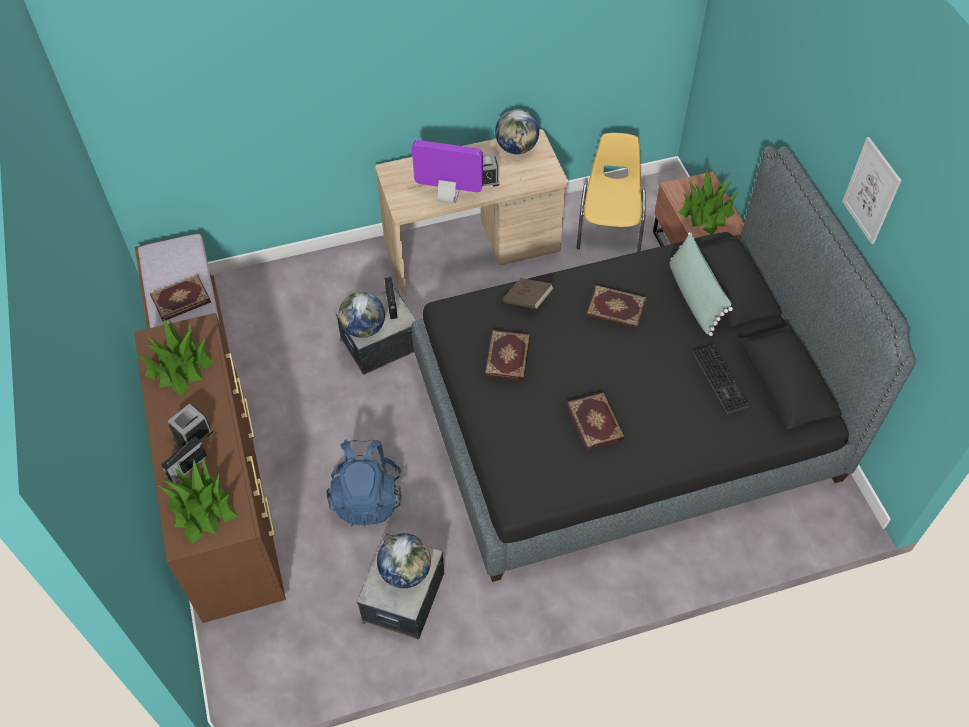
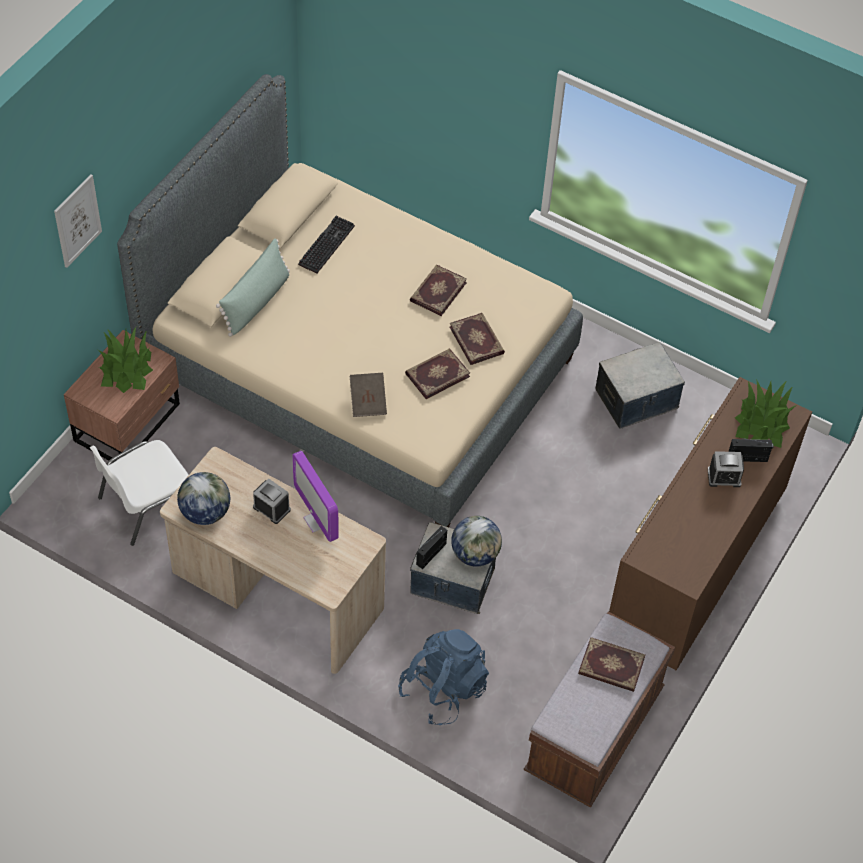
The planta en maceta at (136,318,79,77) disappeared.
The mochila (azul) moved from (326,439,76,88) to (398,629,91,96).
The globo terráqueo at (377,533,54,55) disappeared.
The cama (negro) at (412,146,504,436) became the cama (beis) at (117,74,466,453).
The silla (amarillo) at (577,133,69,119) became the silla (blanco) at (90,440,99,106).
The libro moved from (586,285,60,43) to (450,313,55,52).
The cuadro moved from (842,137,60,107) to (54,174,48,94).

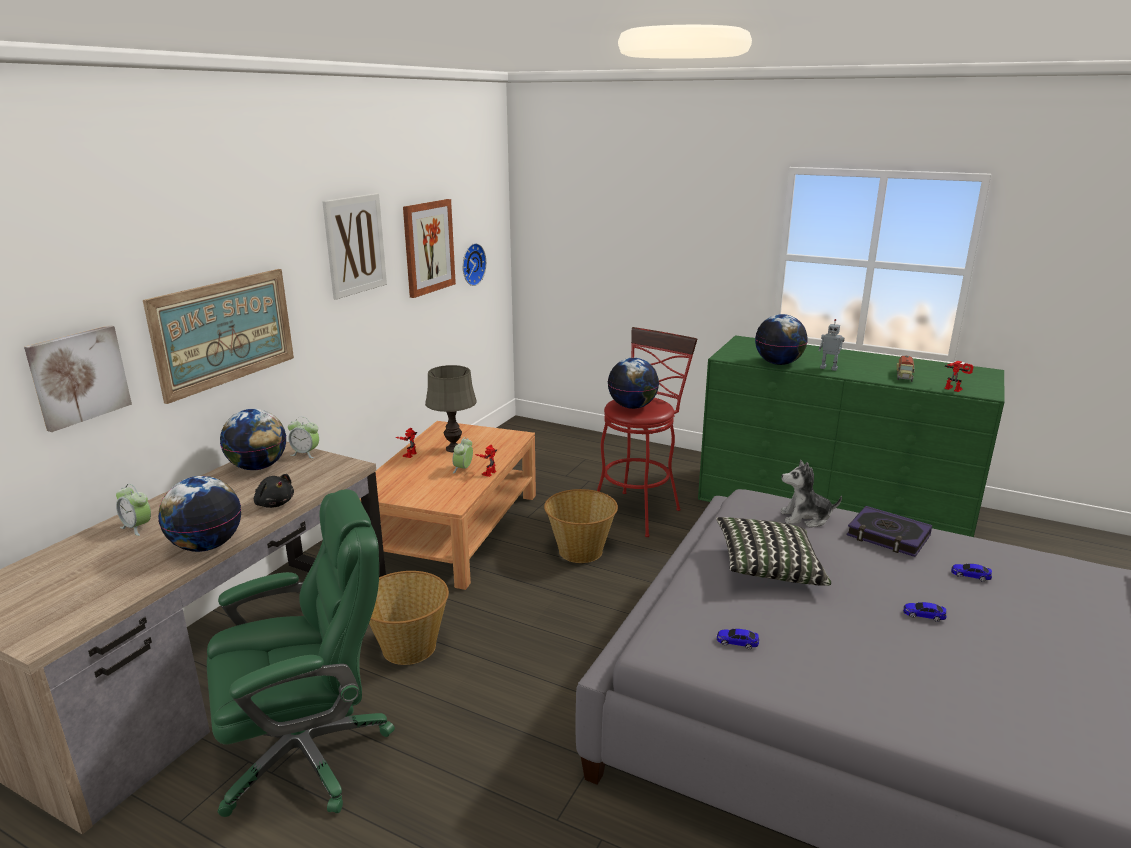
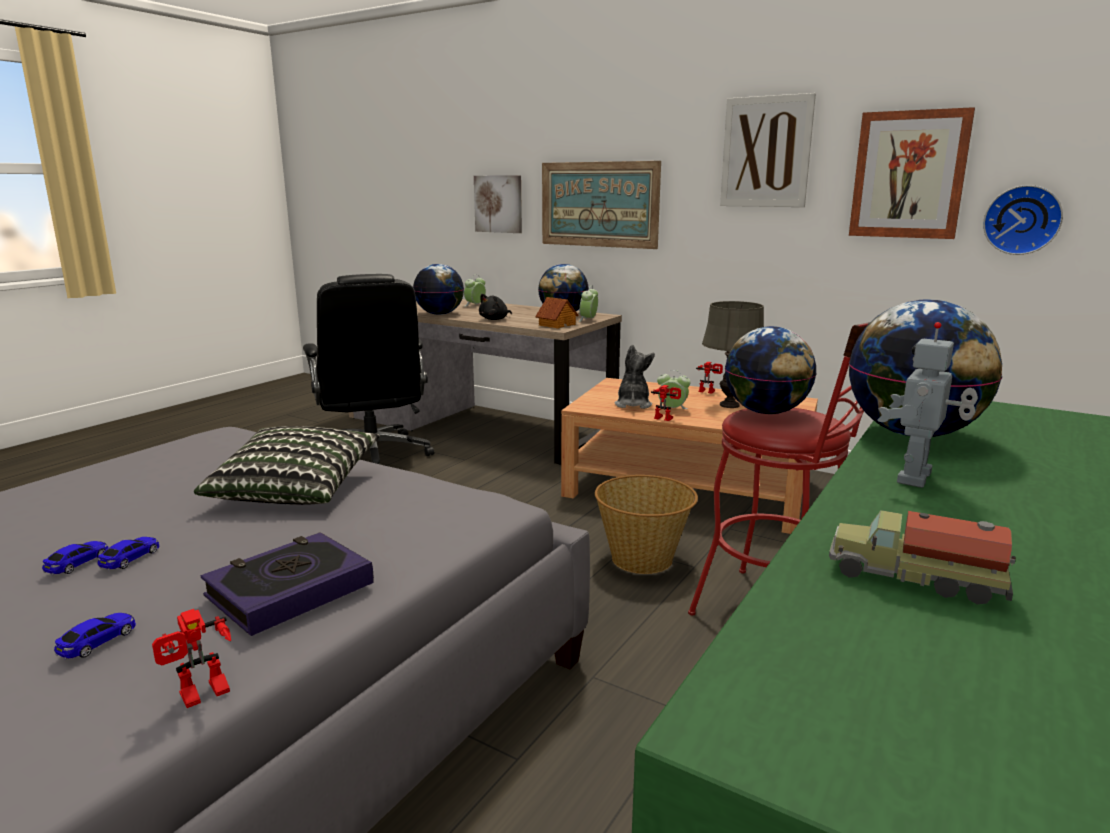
The silla de oficina (verde) at (207,489,188,328) became the silla de oficina (negro) at (303,274,131,190).
The cesta at (369,571,80,94) disappeared.
The coche de juguete moved from (716,628,43,21) to (98,537,61,33).
The peluche moved from (780,460,62,67) to (614,345,41,64).
The robot de juguete moved from (944,361,30,31) to (152,609,79,99).
The casita at (535,297,43,31) appeared.

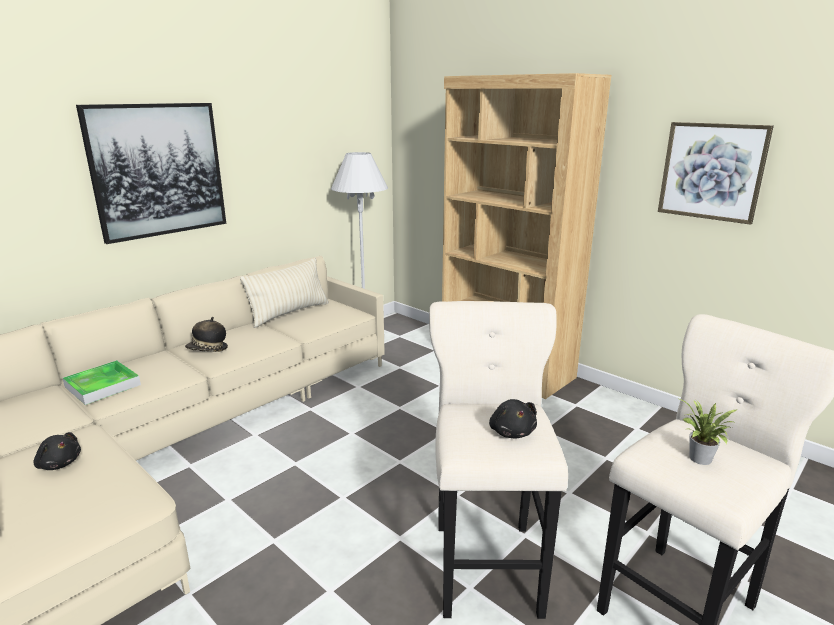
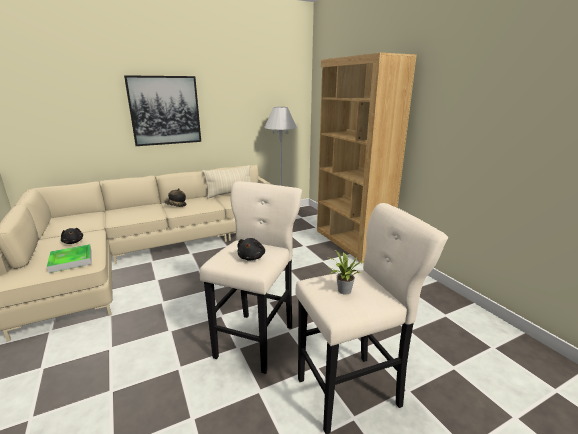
The bandeja moved from (63,360,78,45) to (47,244,45,29).
The cuadro at (658,122,116,103) disappeared.

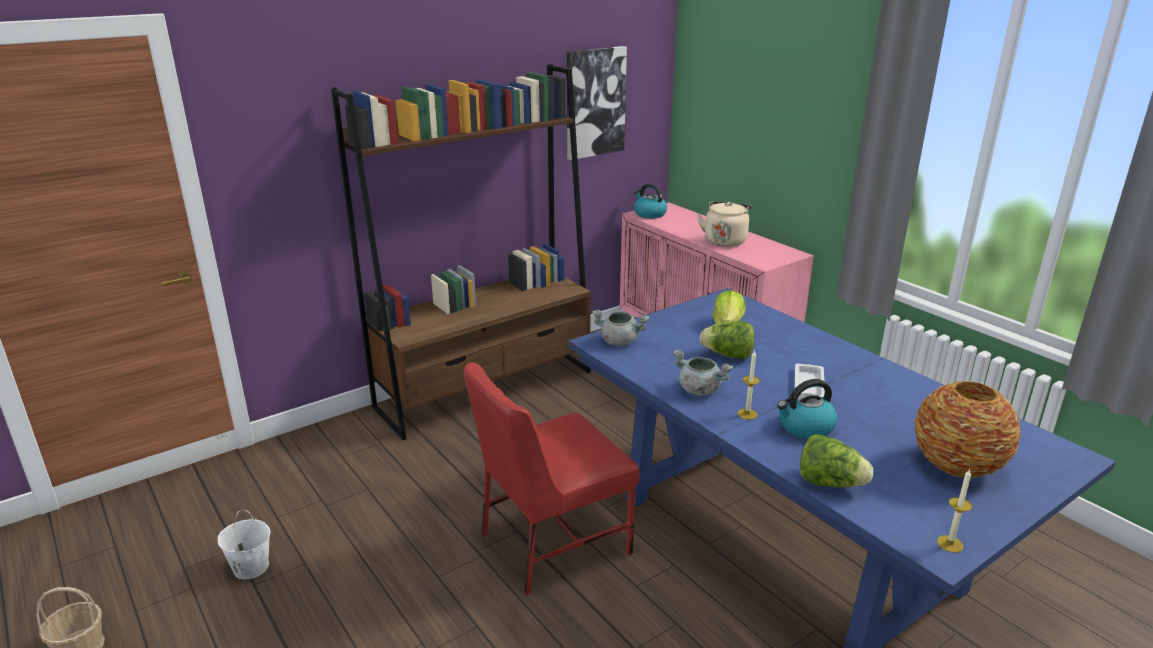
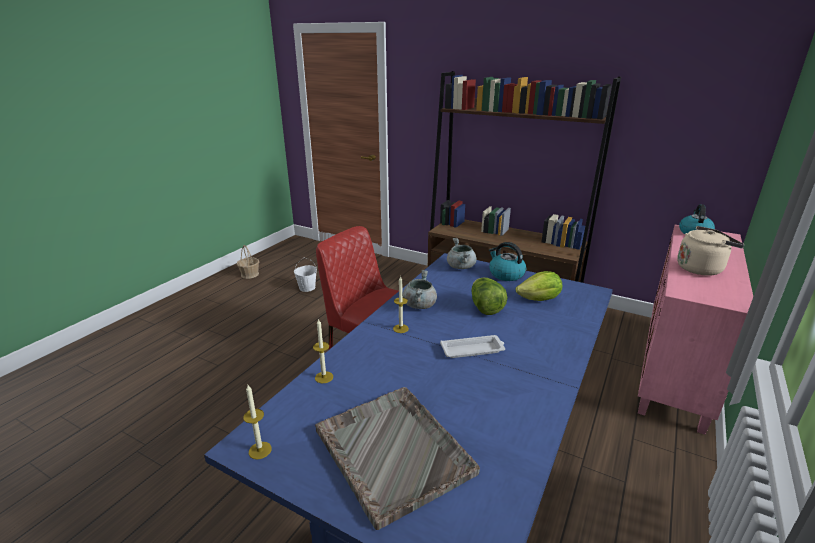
The cuadro at (567,46,60,114) disappeared.
The hervidor moved from (777,379,60,60) to (489,242,37,39).
The lechuga at (800,434,74,53) was replaced by the vela at (313,318,20,65).
The florero at (915,381,105,97) was replaced by the bandeja (gris) at (315,387,165,143).

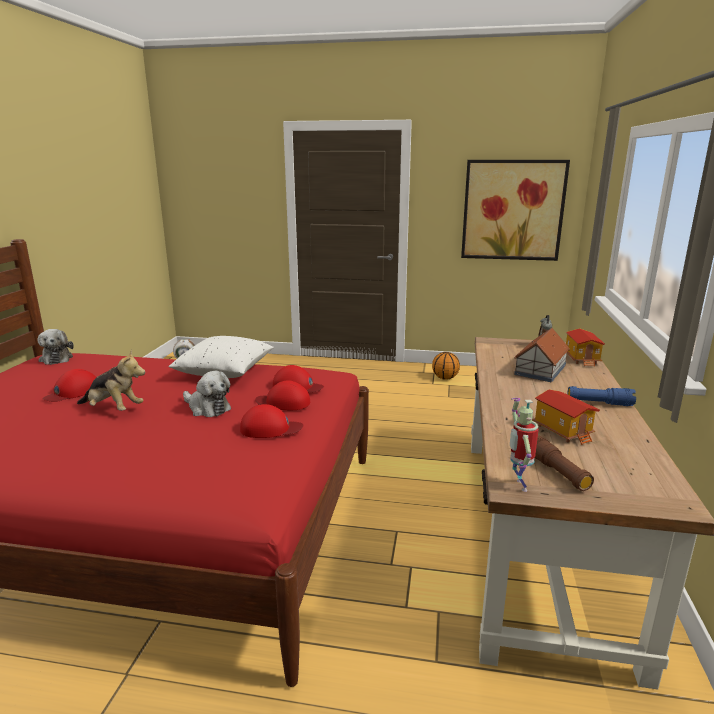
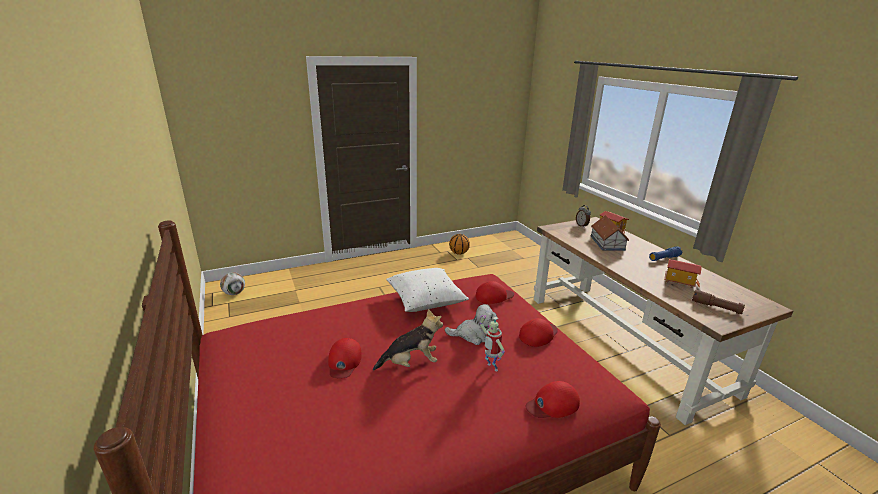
The peluche at (37,329,37,36) disappeared.
The gorra (rojo) moved from (255,380,55,30) to (525,381,55,37).
The cuadro at (461,160,109,101) disappeared.
The robot de juguete moved from (510,398,29,94) to (480,315,25,56).

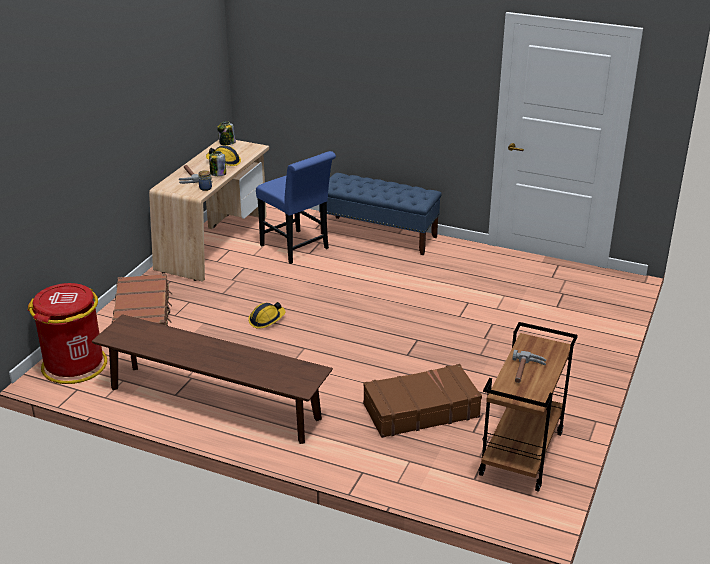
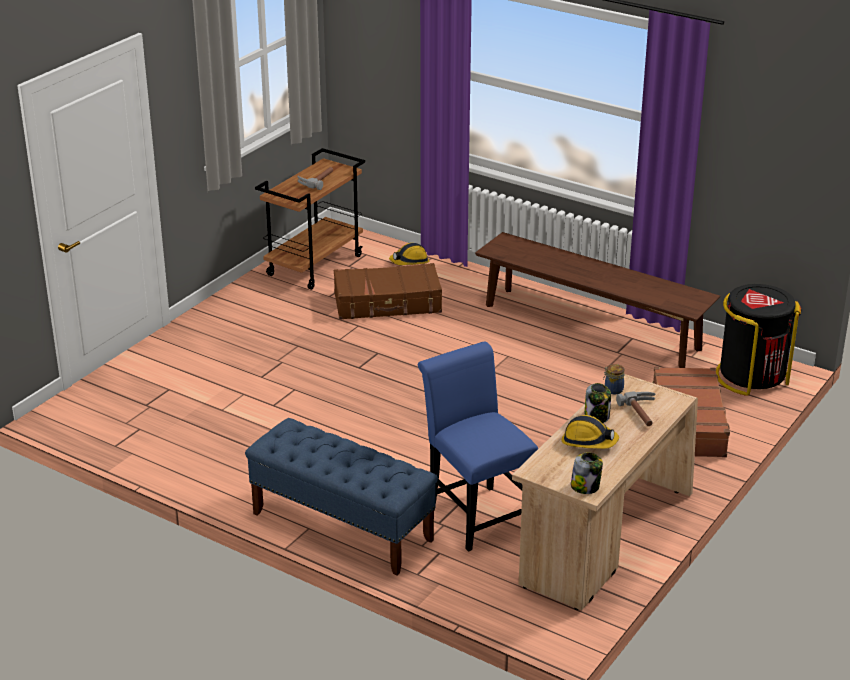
The papelera (rojo) at (28,283,79,101) became the papelera (negro) at (716,284,85,112).
The casco moved from (248,302,38,27) to (389,243,40,22).

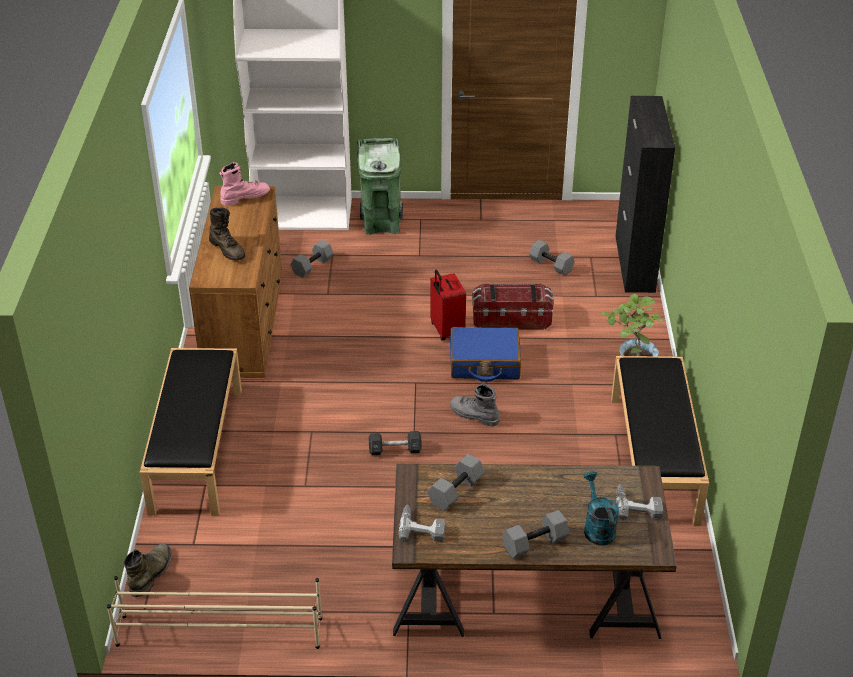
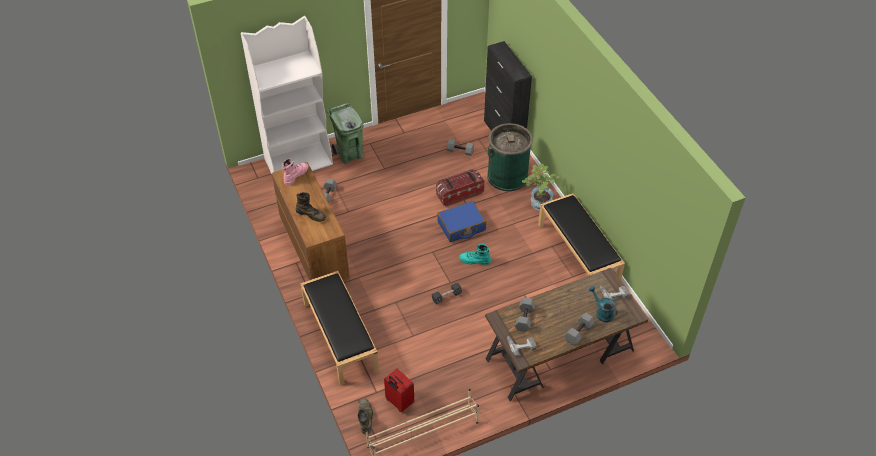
The maleta (rojo) moved from (430,270,36,71) to (384,369,30,43).
The bota (gris) at (450,383,50,44) became the bota (turquesa) at (459,244,32,21).
The papelera (verde) at (487,123,46,68) appeared.

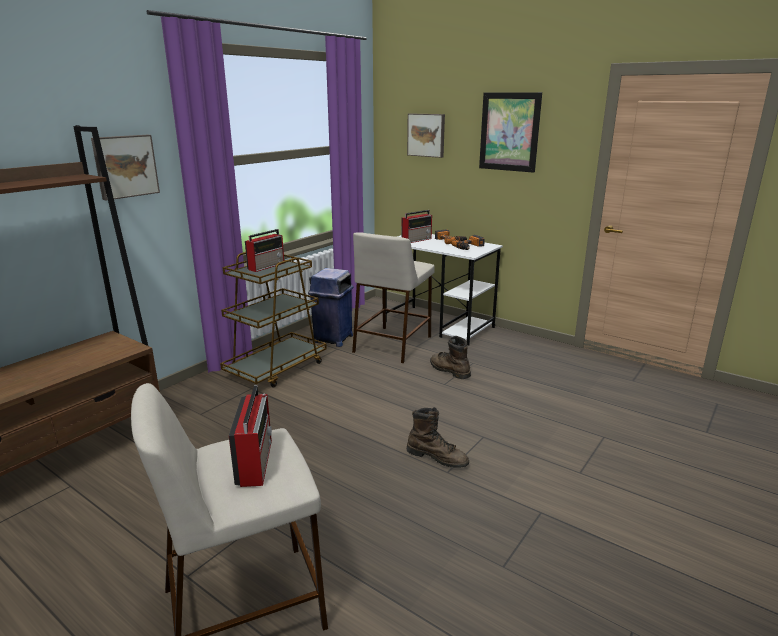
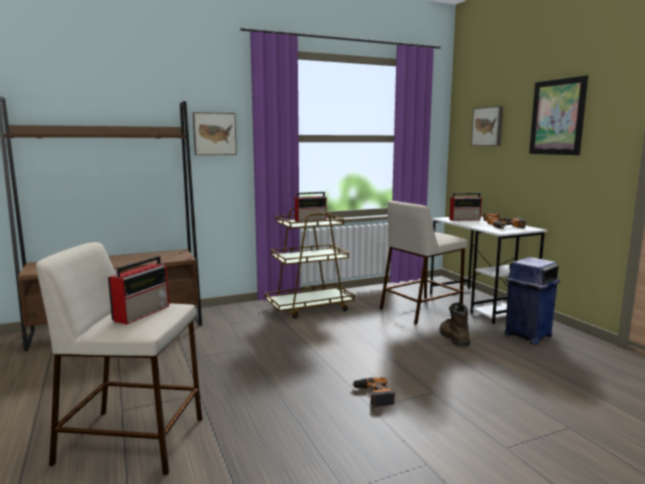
The papelera (azul) moved from (308,268,45,79) to (505,257,55,88).
The bota (marrón) at (407,407,62,61) was replaced by the taladro at (352,377,43,30).

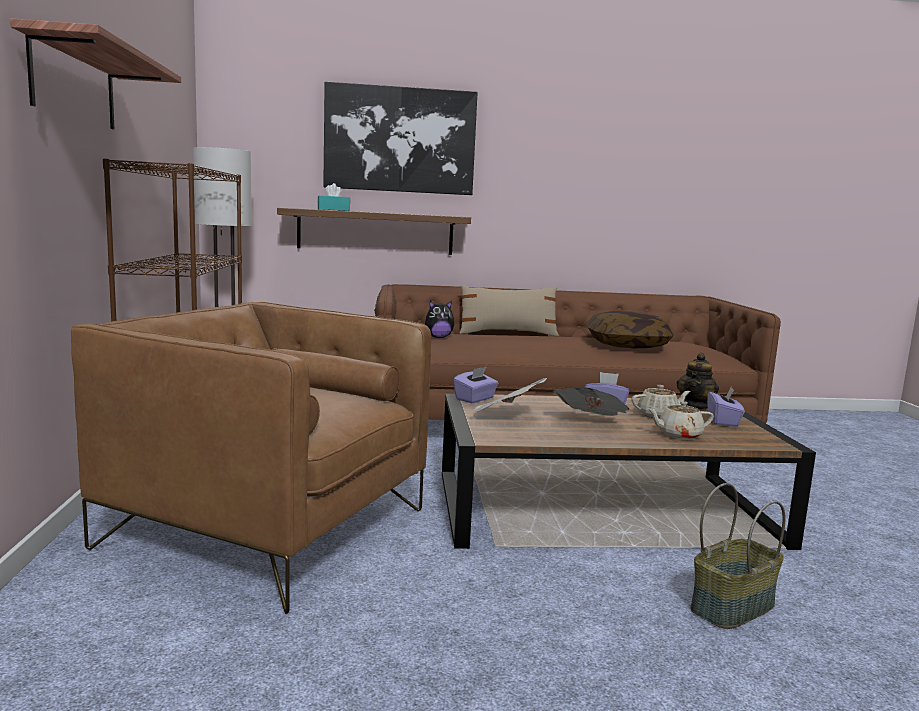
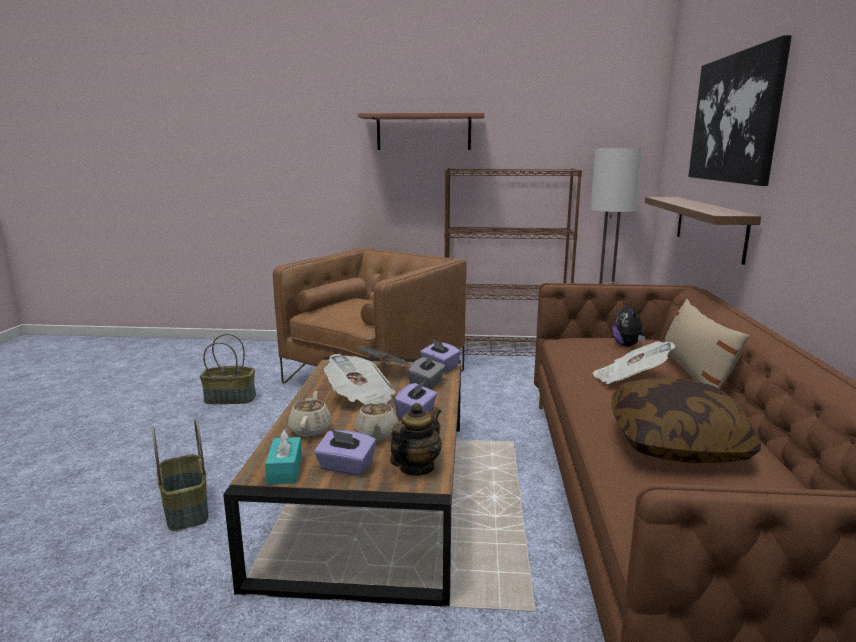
The caja de pañuelos (turquesa) moved from (318,183,32,28) to (265,429,37,56).
The tetera at (676,353,43,57) turned 90 degrees clockwise.
The cesta at (200,334,56,70) appeared.
The caja de pañuelos (gris) at (408,354,37,35) appeared.
The periódico at (593,341,82,43) appeared.

